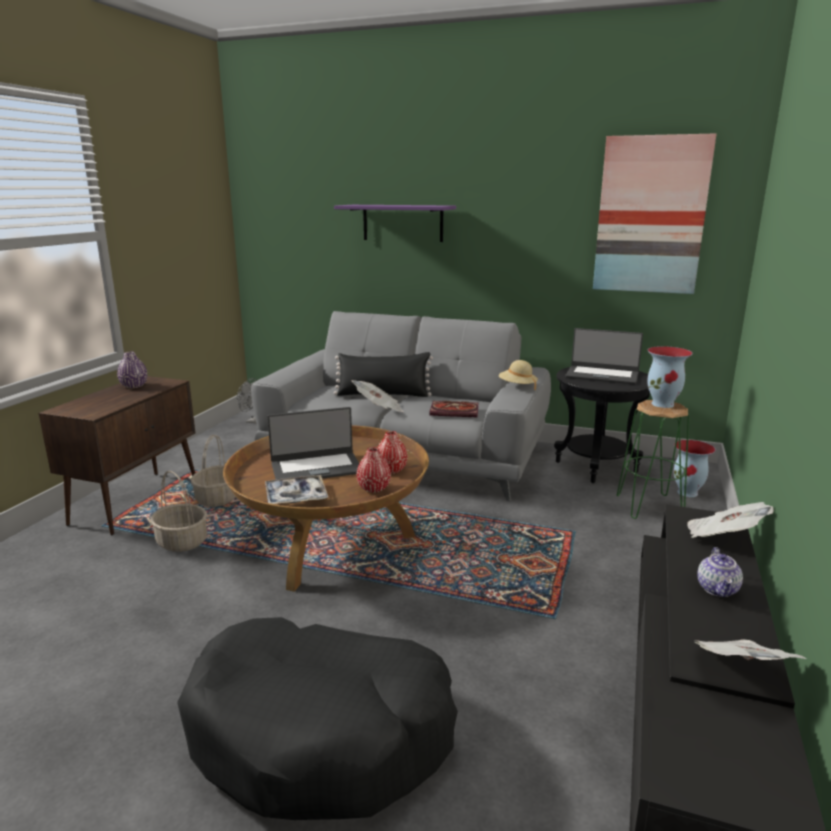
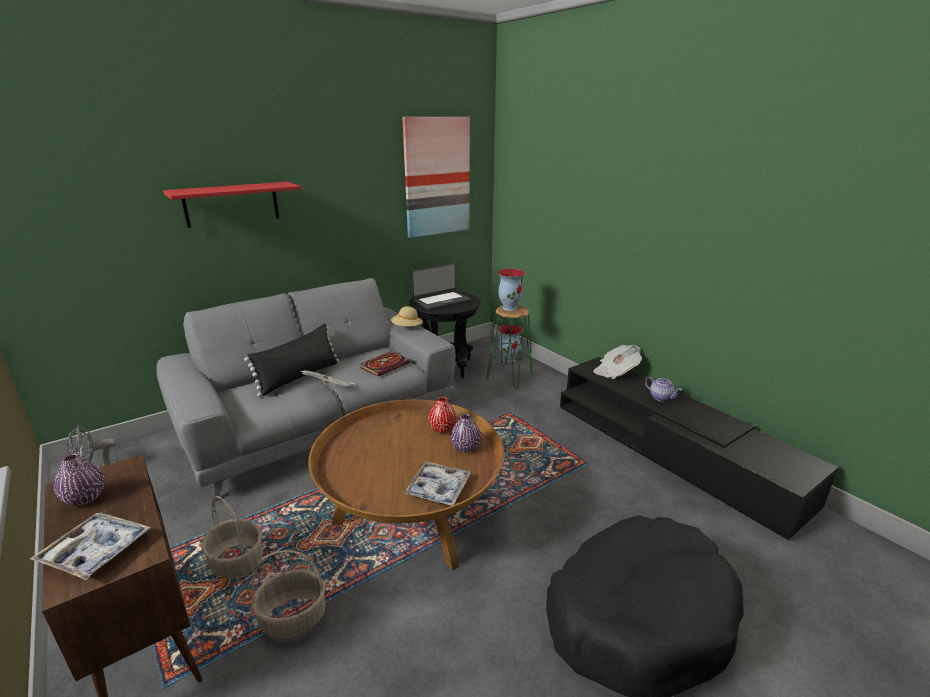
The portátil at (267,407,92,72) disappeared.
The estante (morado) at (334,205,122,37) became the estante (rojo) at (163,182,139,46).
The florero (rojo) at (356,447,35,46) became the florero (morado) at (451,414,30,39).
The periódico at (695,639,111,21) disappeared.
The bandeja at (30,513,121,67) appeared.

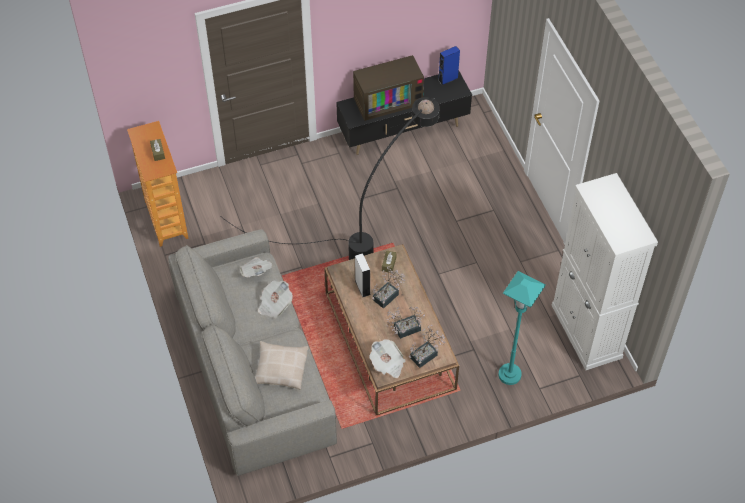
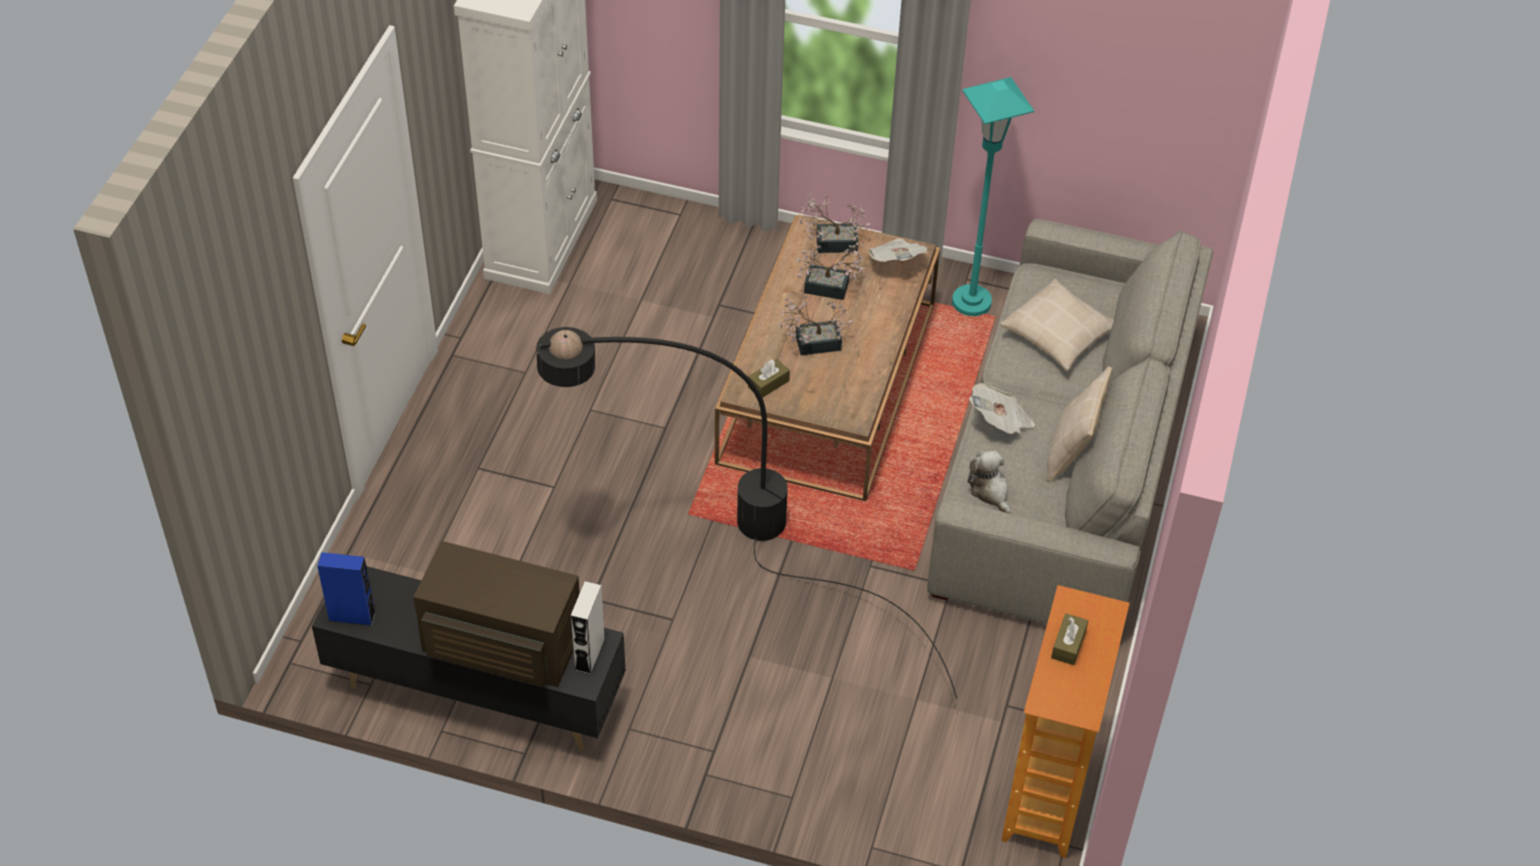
The periódico at (240,257,32,20) was replaced by the peluche at (968,451,43,62).
The altavoz (blanco) moved from (355,253,16,44) to (571,581,34,93).
The lámpara de pie (turquesa) moved from (498,271,48,114) to (952,77,82,239).
The cojín (beis) at (1046,366,66,116) appeared.

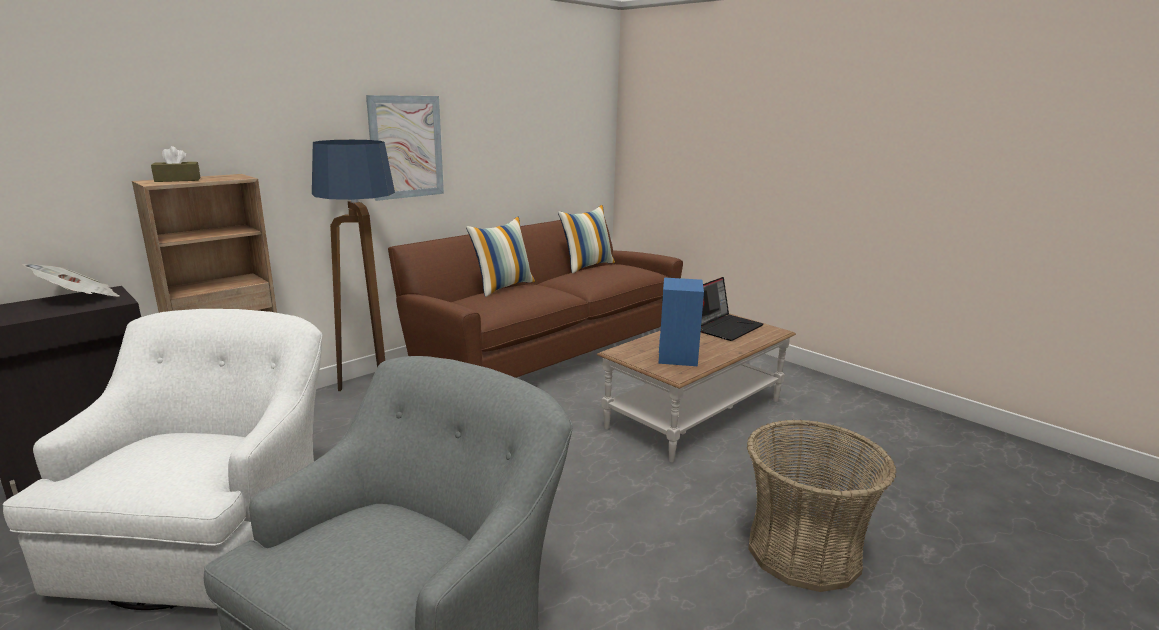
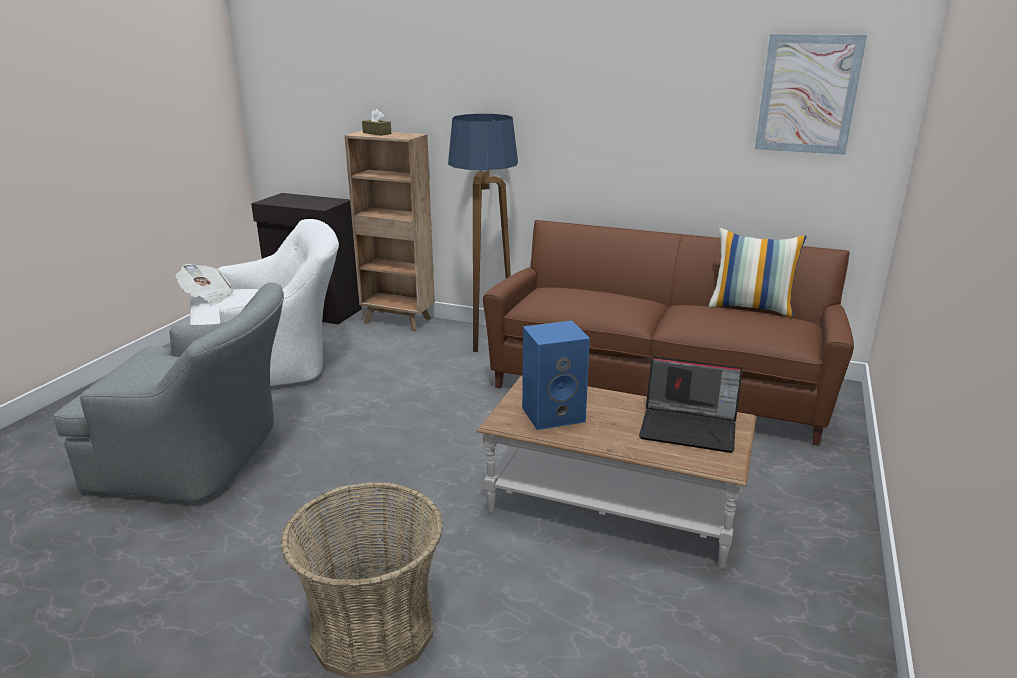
The periódico moved from (23,264,96,32) to (175,264,59,40).
The cuadro moved from (366,95,78,106) to (755,34,112,121).
The cojín at (466,217,69,80) disappeared.

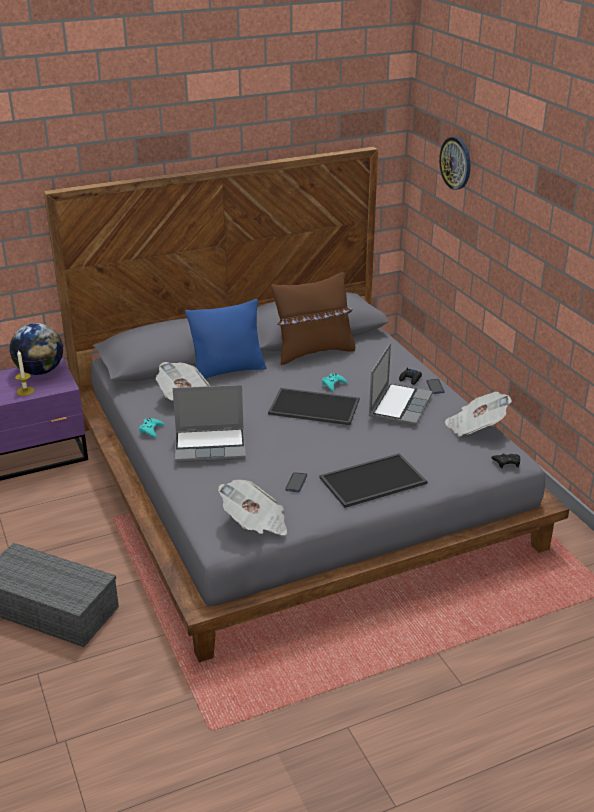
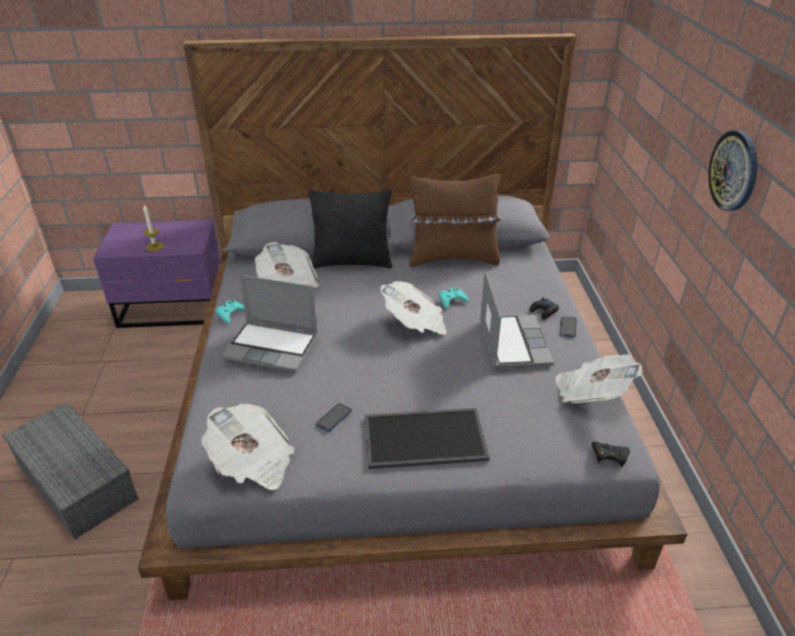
The globo terráqueo at (10,323,53,52) disappeared.
The cojín (azul) at (185,299,82,80) became the cojín (negro) at (308,189,84,79).
The bandeja at (268,388,91,37) was replaced by the periódico at (380,281,67,54).
The portátil at (369,342,64,83) turned 45 degrees counterclockwise.
The reloj de pared moved from (439,137,32,53) to (708,130,50,81).

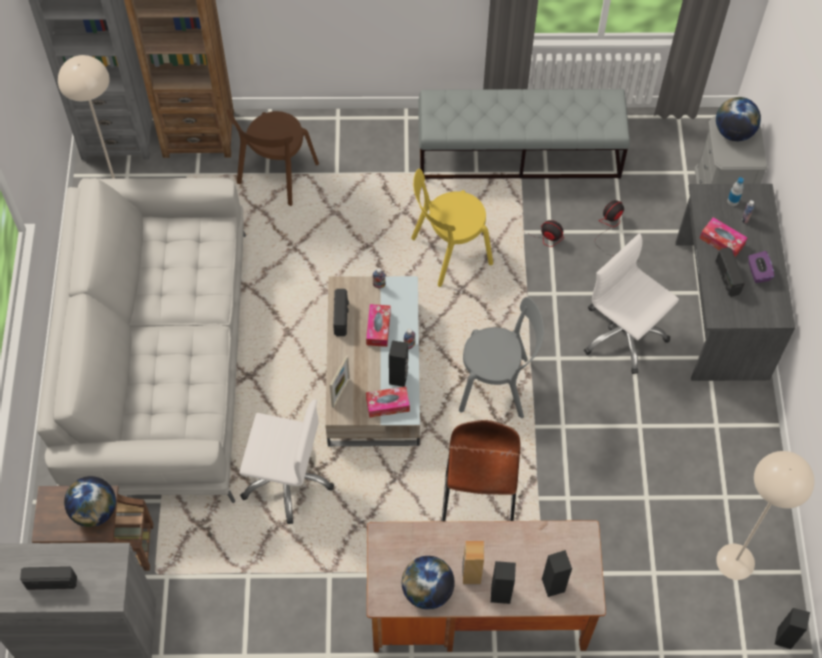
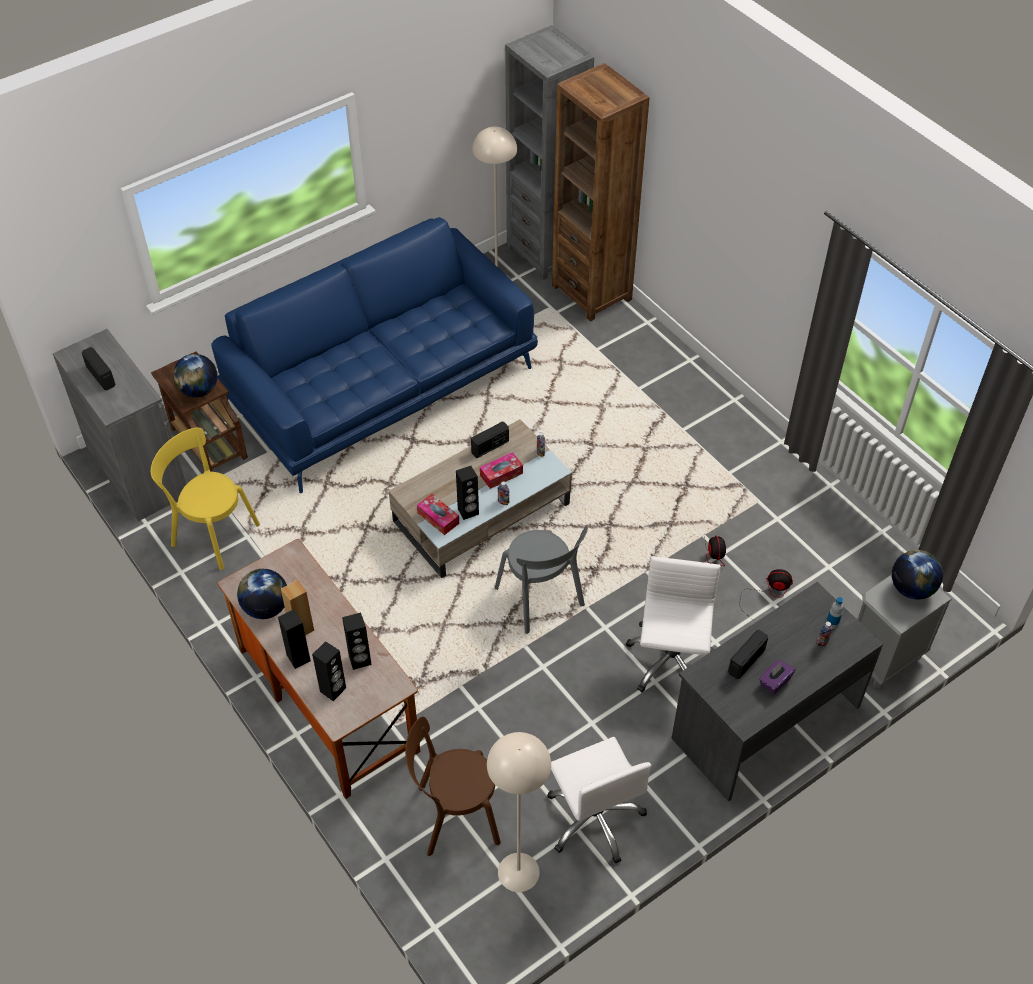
The sofá (blanco) at (37,178,209,325) became the sofá (azul) at (211,217,327,276).
The silla (marrón) moved from (226,109,93,97) to (405,716,96,140).
The silla de oficina (blanco) moved from (239,399,95,125) to (547,737,105,127).
The portarretratos at (330,355,20,53) disappeared.
The silla (amarillo) moved from (411,169,82,118) to (151,427,109,143).
The banco (gris) at (418,89,212,90) disappeared.
The taburete (marrón) at (442,420,78,101) disappeared.
The caja de pañuelos at (700,217,47,40) disappeared.
The altavoz (negro) moved from (775,608,35,41) to (342,612,30,58).

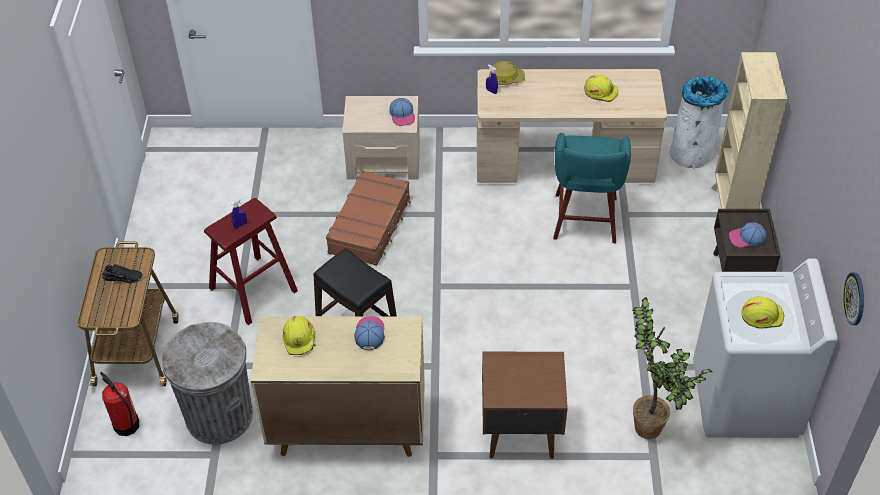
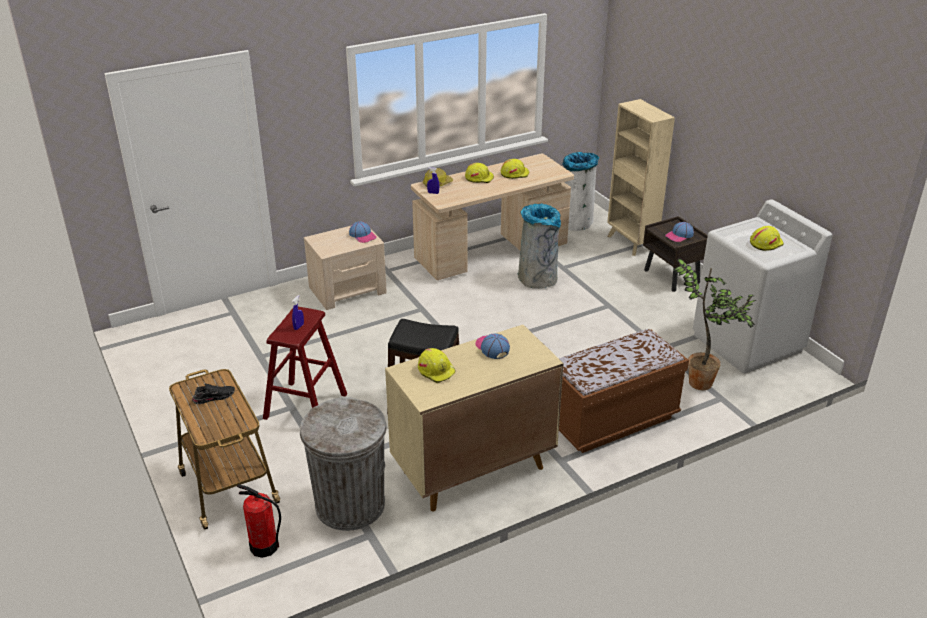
The maleta (marrón) at (326,170,85,96) disappeared.
The mesita de noche (marrón) at (482,352,86,107) was replaced by the banco (marrón) at (559,329,130,124).
The taburete (turquesa) at (553,132,78,111) was replaced by the papelera (gris) at (517,203,44,86).
The reloj de pared at (843,273,21,52) disappeared.
The casco (amarillo) at (465,163,29,20) appeared.

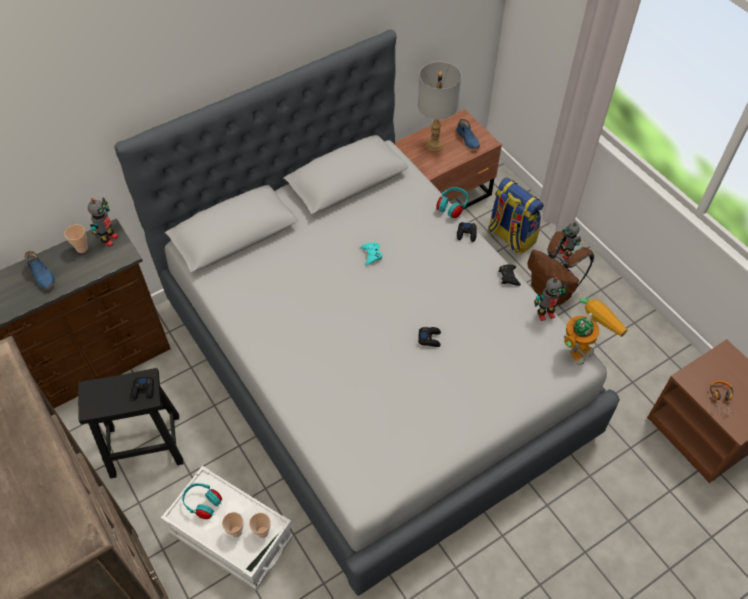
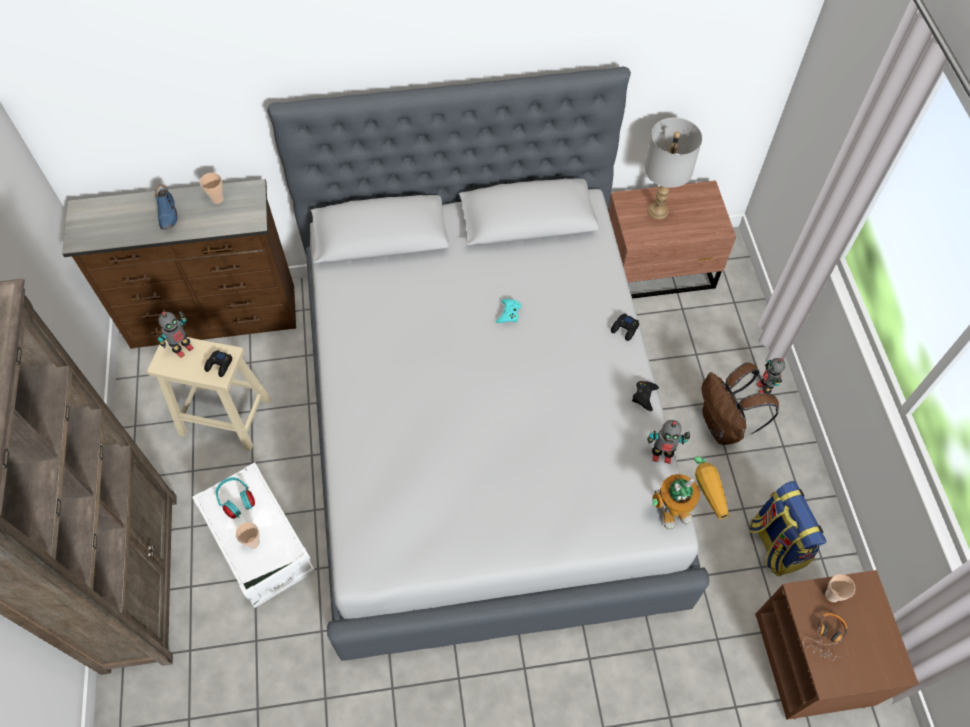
The taburete (negro) at (78,368,106,111) became the taburete (beis) at (147,337,124,114).
The robot de juguete moved from (88,198,30,48) to (158,311,36,47).
The taza moved from (249,513,22,25) to (825,574,30,28).
The mando de consola (negro) at (418,327,23,20) disappeared.
The auriculares (turquesa) at (436,187,32,31) disappeared.
The zapato (azul) at (456,119,24,30) disappeared.
The mochila moved from (488,177,56,77) to (749,481,78,95).

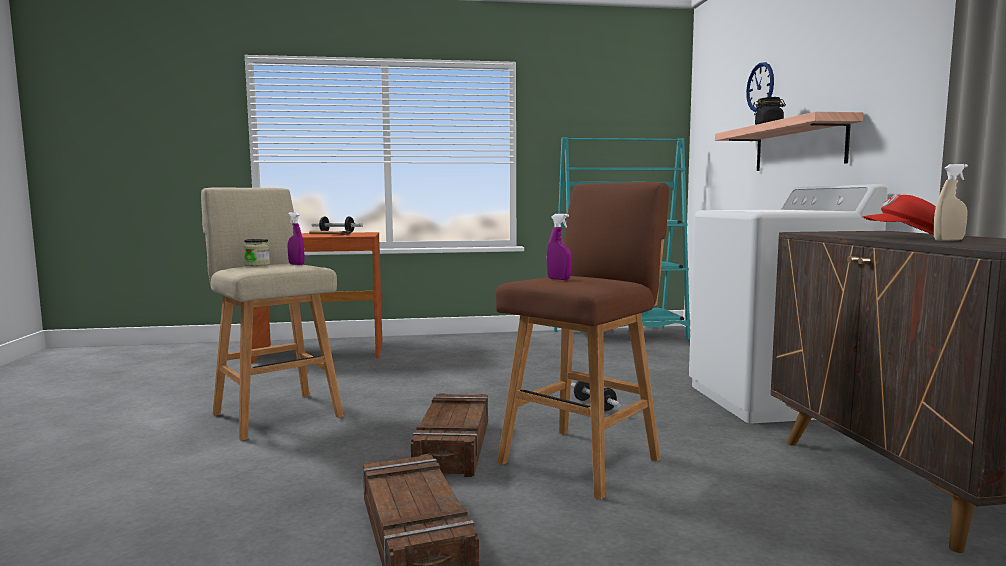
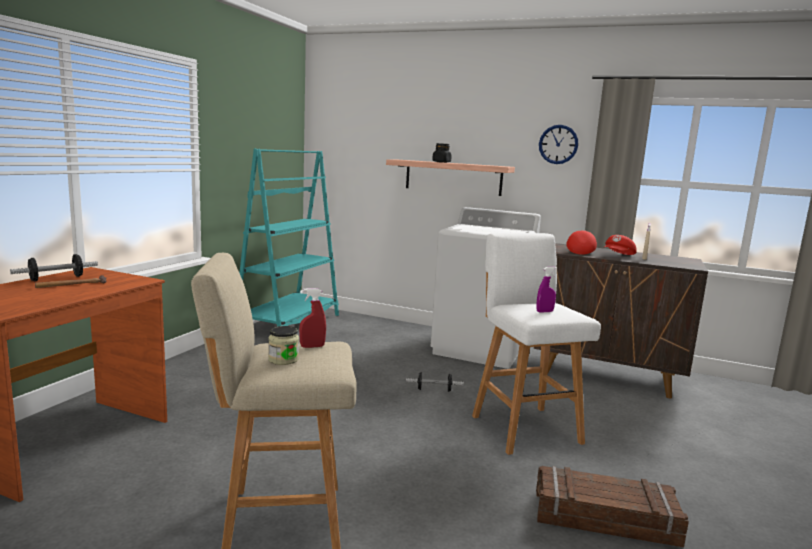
The pulverizador (morado) at (288,212,16,53) became the pulverizador (rojo) at (299,288,27,60).
The caja de embalaje at (411,393,77,84) disappeared.
The taburete (marrón) at (495,182,174,318) became the taburete (blanco) at (472,233,129,222).
The reloj de pared moved from (746,62,28,50) to (539,125,39,39).
The gorra (rojo) at (566,230,31,25) appeared.

